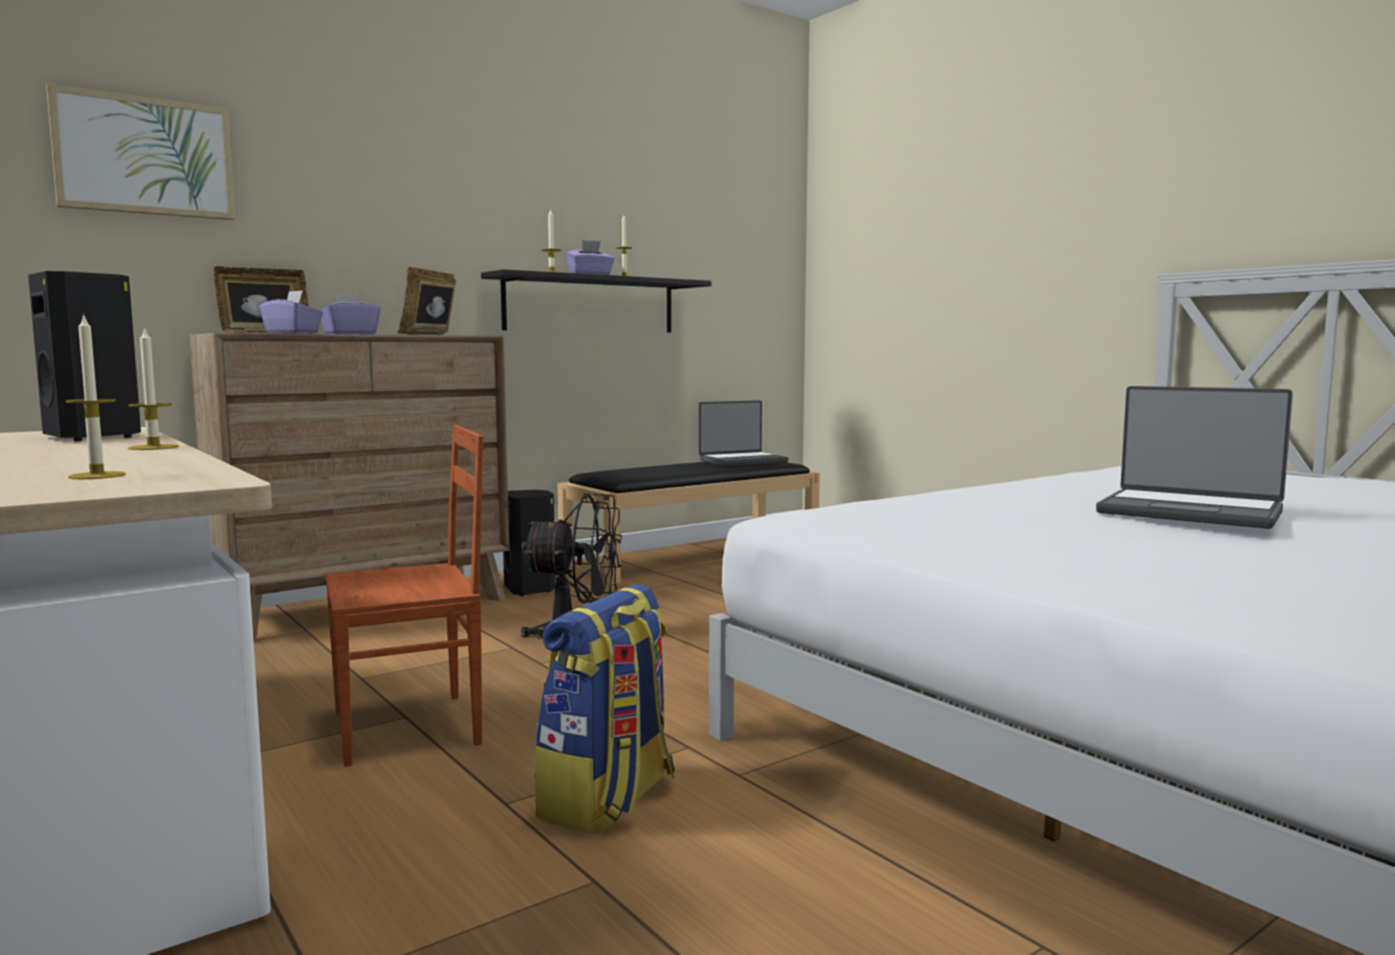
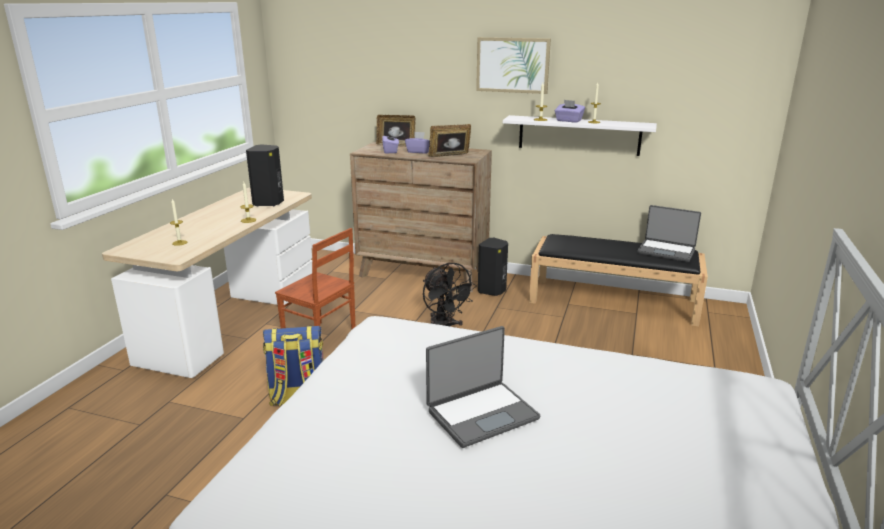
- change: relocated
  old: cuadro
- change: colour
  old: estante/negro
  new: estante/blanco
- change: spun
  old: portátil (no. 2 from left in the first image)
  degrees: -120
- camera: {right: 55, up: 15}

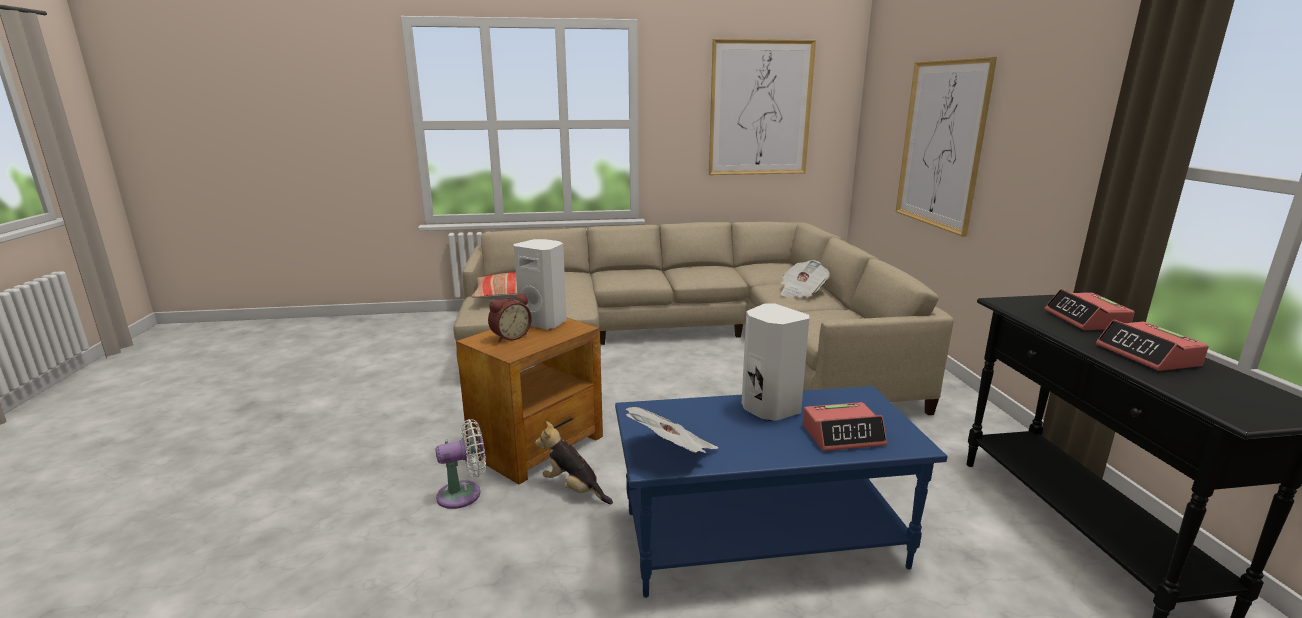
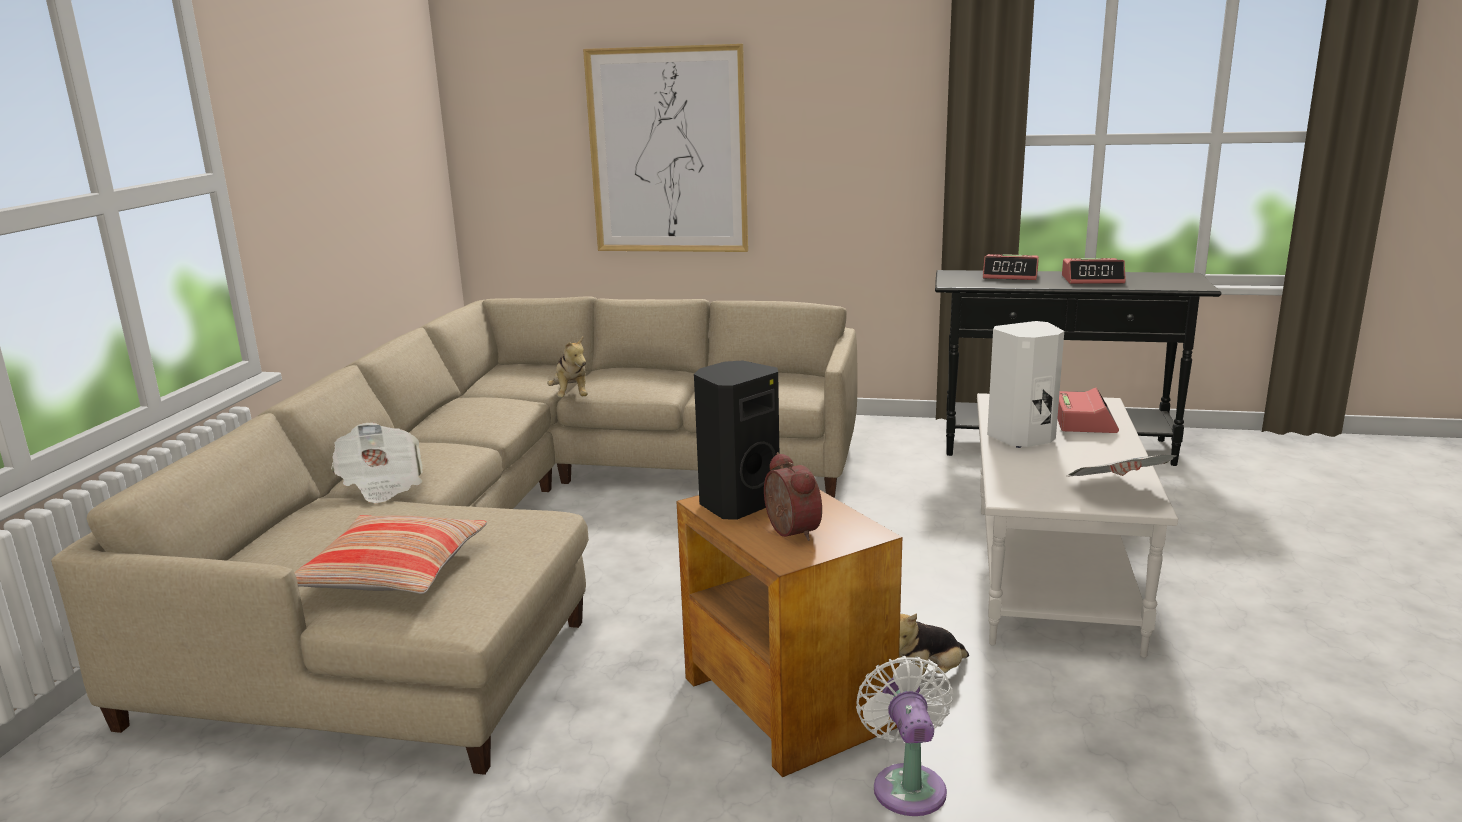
- change: missing
  old: cuadro (no. 1 from left)
- change: colour
  old: altavoz/blanco (no. 1 from left)
  new: altavoz/negro
- change: relocated
  old: periódico (no. 2 from left in the first image)
  new: periódico (no. 1 from left)
- change: colour
  old: mesa de centro/azul
  new: mesa de centro/blanco
- change: appeared
  new: peluche (no. 1 from left)
- camera: {right: -70, up: 0}

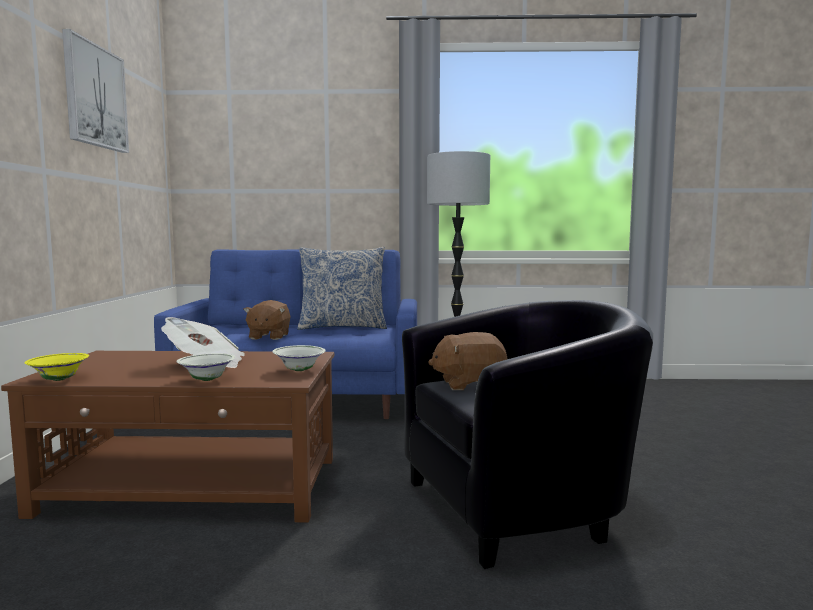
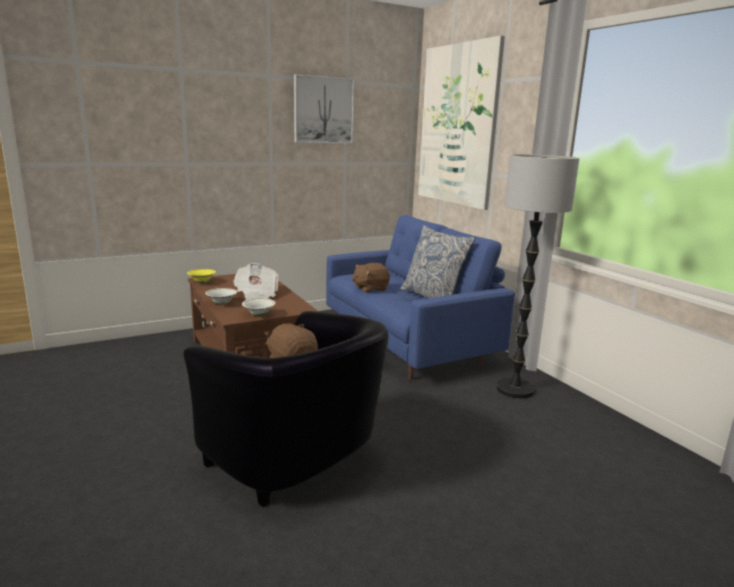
- change: appeared
  new: cuadro (no. 2 from left)
- camera: {right: 60, up: 10}

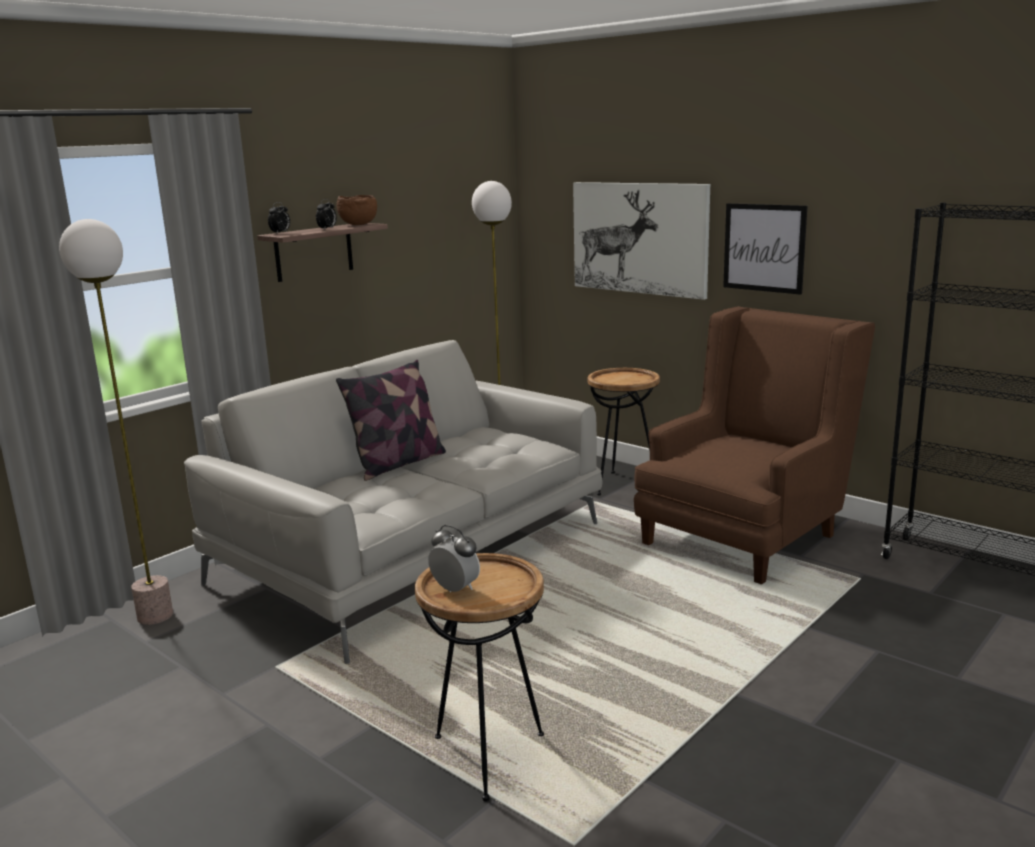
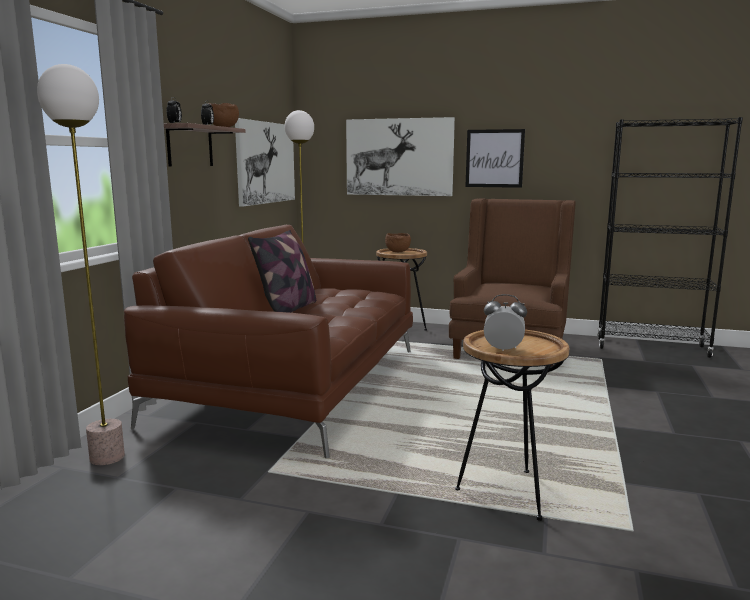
- change: colour
  old: sofá/gris
  new: sofá/marrón
- change: appeared
  new: cuadro (no. 1 from left)
- change: appeared
  new: cuenco/marrón (no. 2 from left)
- camera: {right: -25, up: -5}

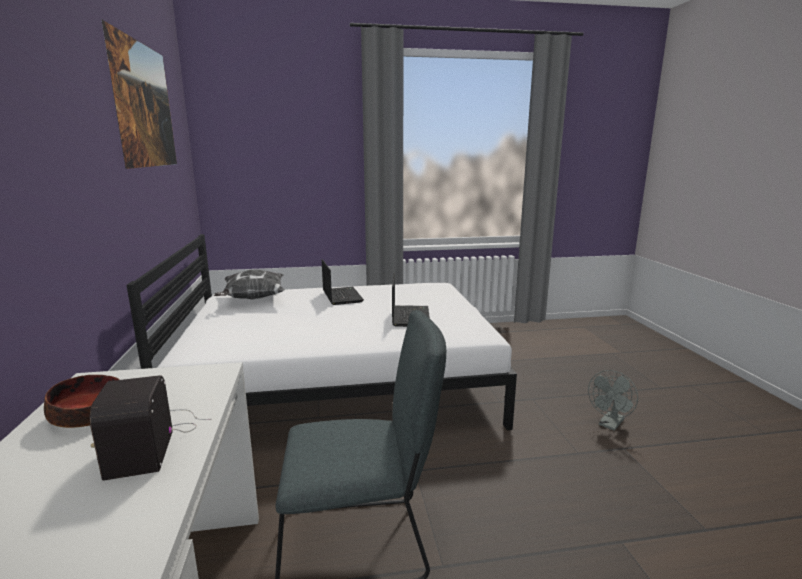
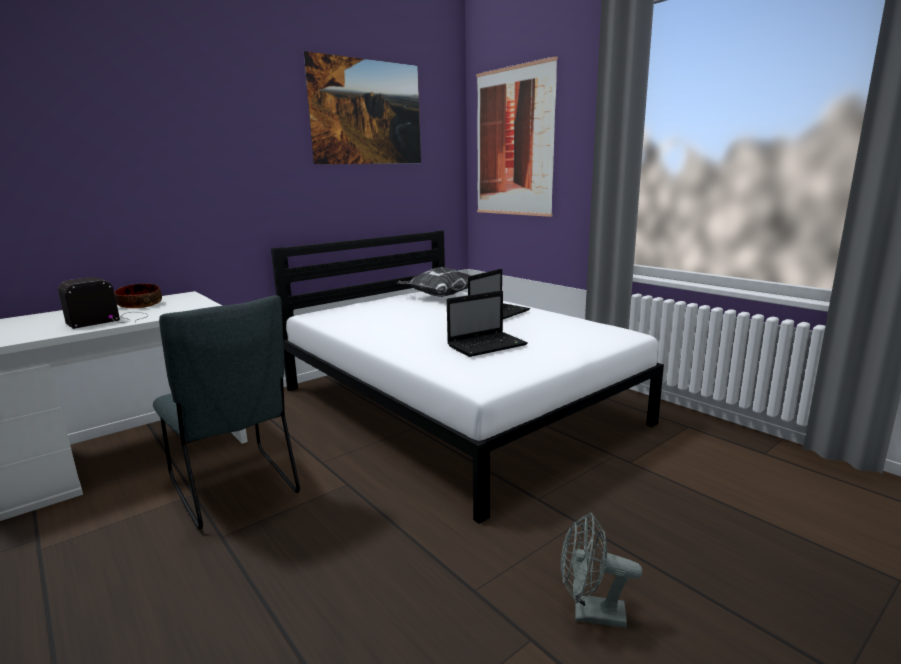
- change: appeared
  new: cuadro (no. 2 from left)
- camera: {right: 60, up: 0}

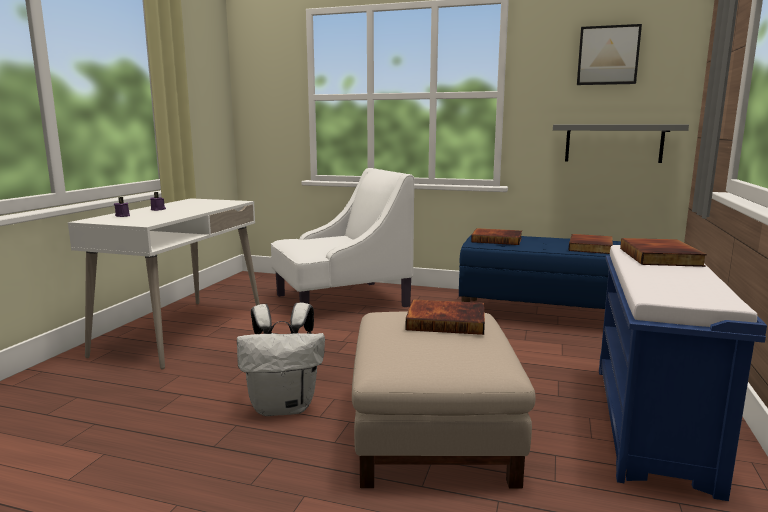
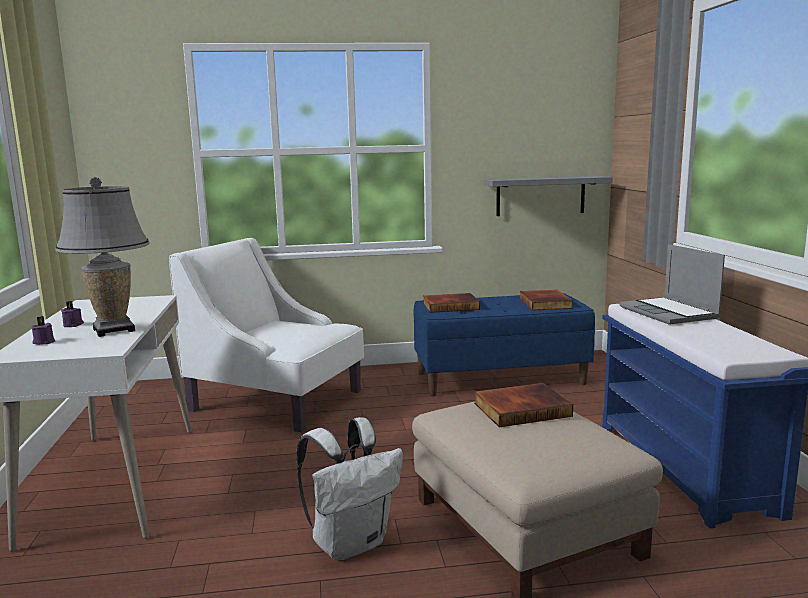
- change: missing
  old: cuadro
- change: spun
  old: sillón/blanco
  degrees: -105
- change: exchanged
  old: libro (no. 4 from left)
  new: portátil
- change: appeared
  new: lámpara de mesa/gris
- camera: {right: -25, up: 0}

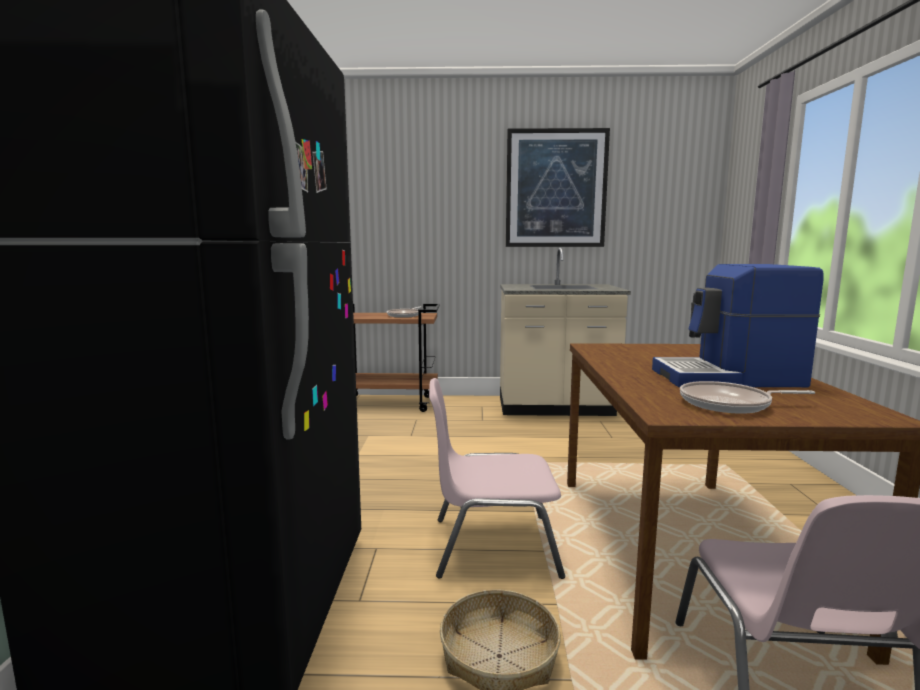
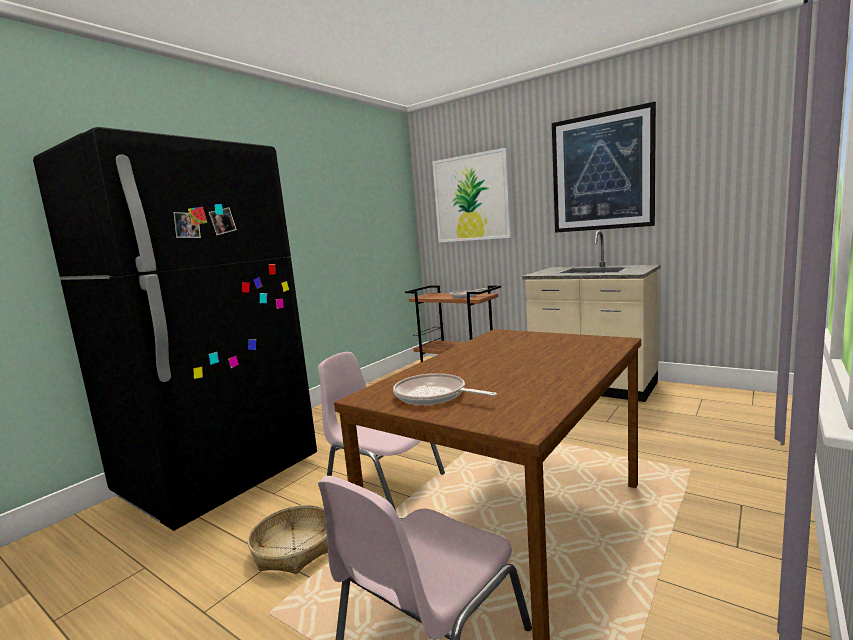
- change: missing
  old: cafetera
- change: appeared
  new: cuadro (no. 1 from left)
- camera: {right: 35, up: 0}

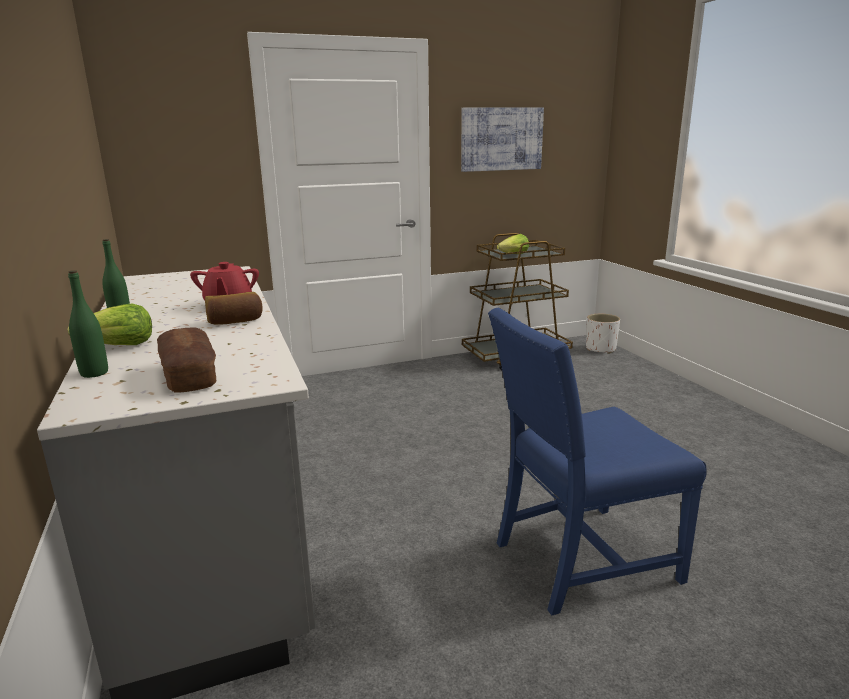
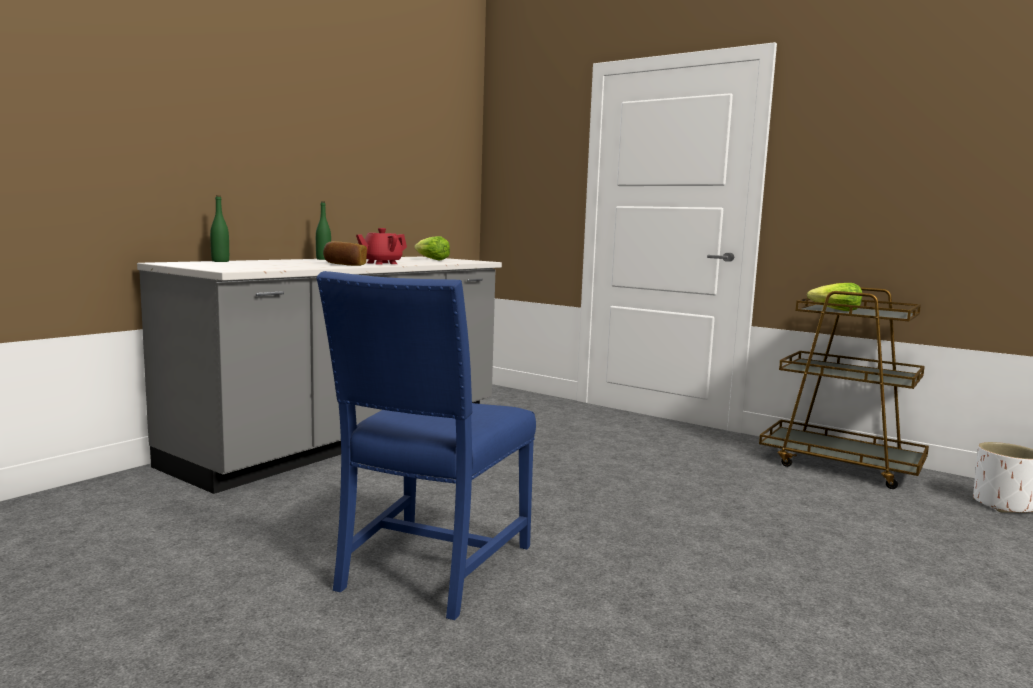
- change: missing
  old: cuadro
- change: relocated
  old: lechuga (no. 1 from left)
- change: spun
  old: silla/azul
  degrees: -105
- change: missing
  old: pan (no. 1 from left)
- camera: {right: 55, up: -10}

